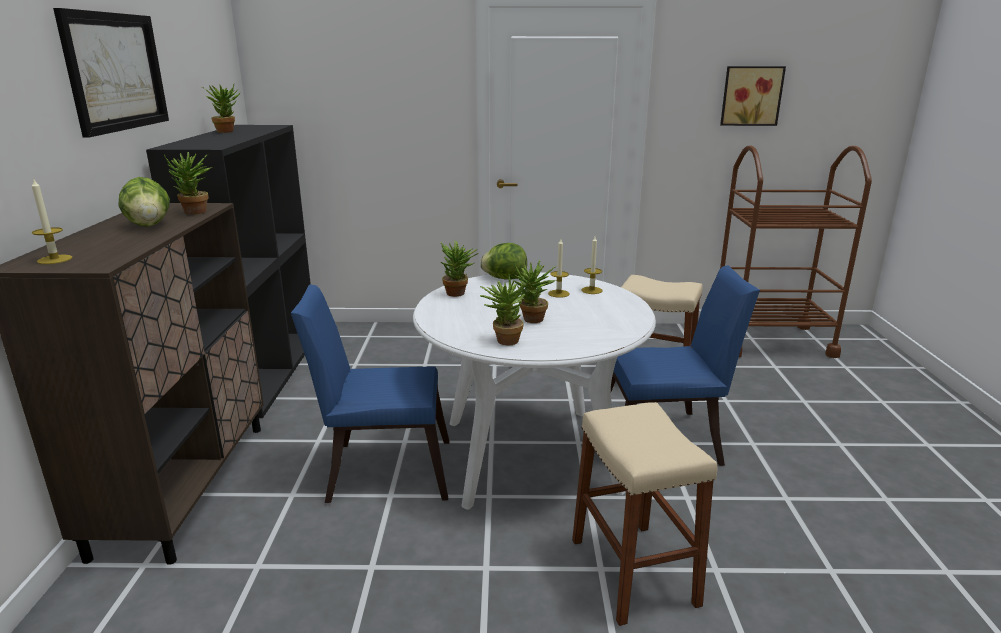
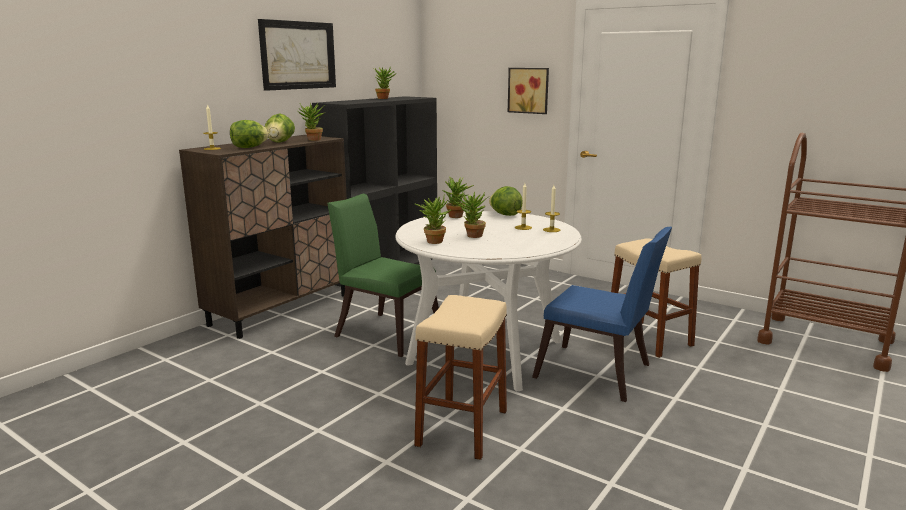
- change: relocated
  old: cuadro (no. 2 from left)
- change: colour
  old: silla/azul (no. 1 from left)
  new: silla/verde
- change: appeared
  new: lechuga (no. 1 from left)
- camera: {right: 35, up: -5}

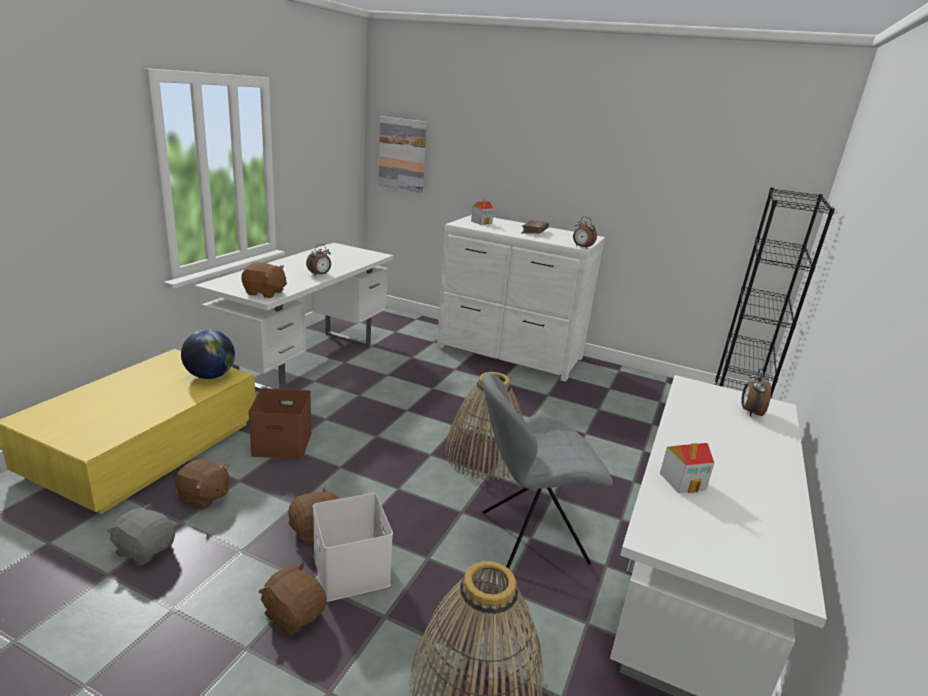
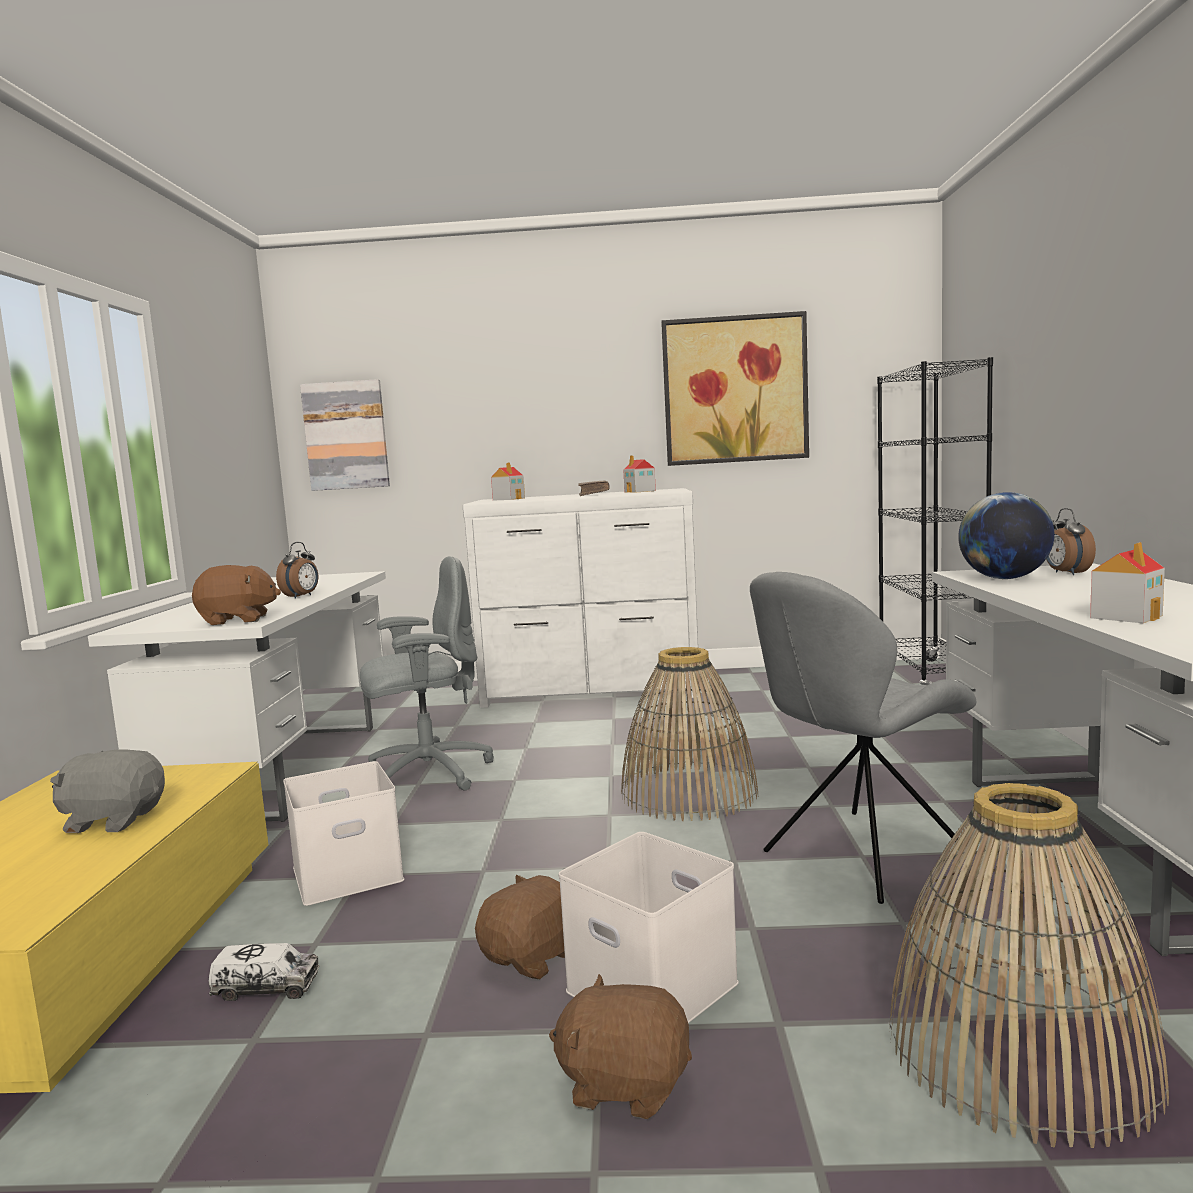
- change: missing
  old: despertador (no. 2 from left)
- change: relocated
  old: globo terráqueo
- change: colour
  old: caja de almacenaje/marrón
  new: caja de almacenaje/blanco (no. 1 from left)
- change: exchanged
  old: peluche/marrón (no. 1 from left)
  new: camión de juguete
- change: relocated
  old: peluche/gris
- change: appeared
  new: cuadro (no. 2 from left)
- change: appeared
  new: casita (no. 2 from left)
- change: appeared
  new: silla de oficina/gris
- camera: {right: -20, up: -15}

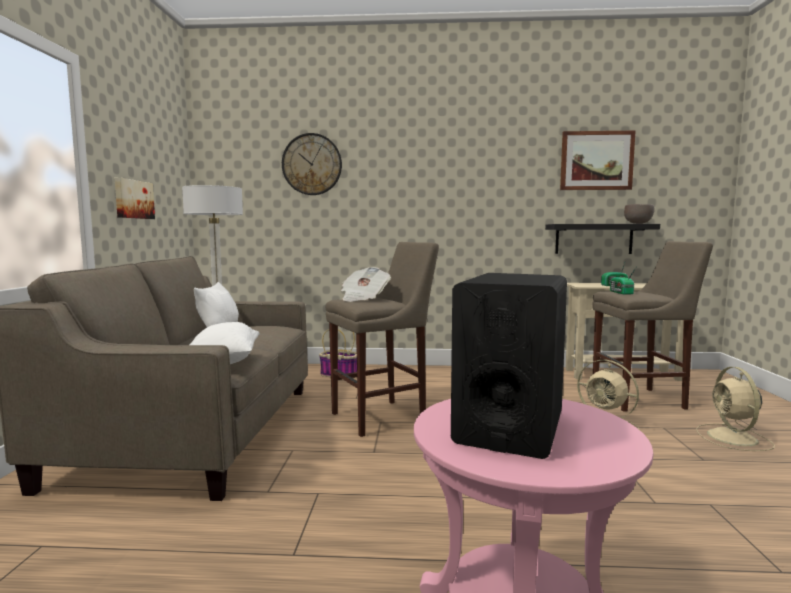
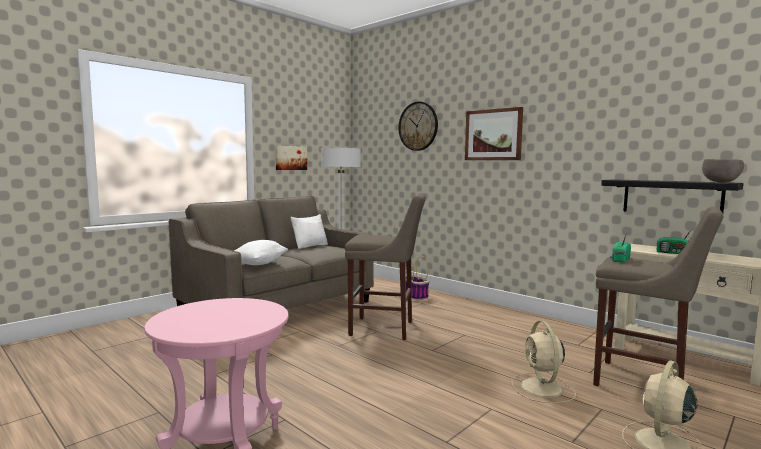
- change: relocated
  old: cuadro (no. 2 from left)
- change: missing
  old: periódico
- change: missing
  old: altavoz/negro
- camera: {right: 40, up: 0}

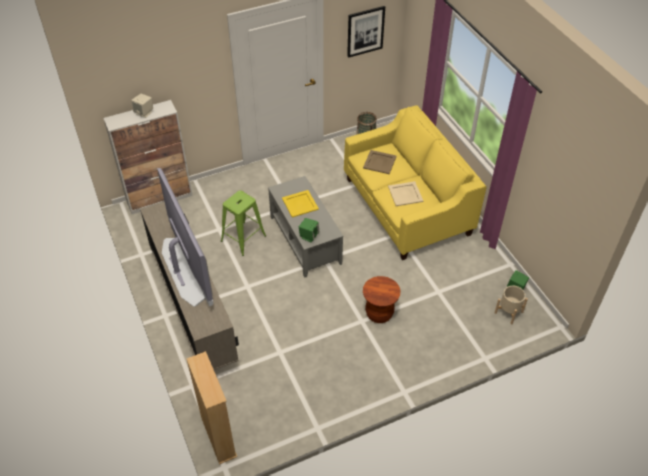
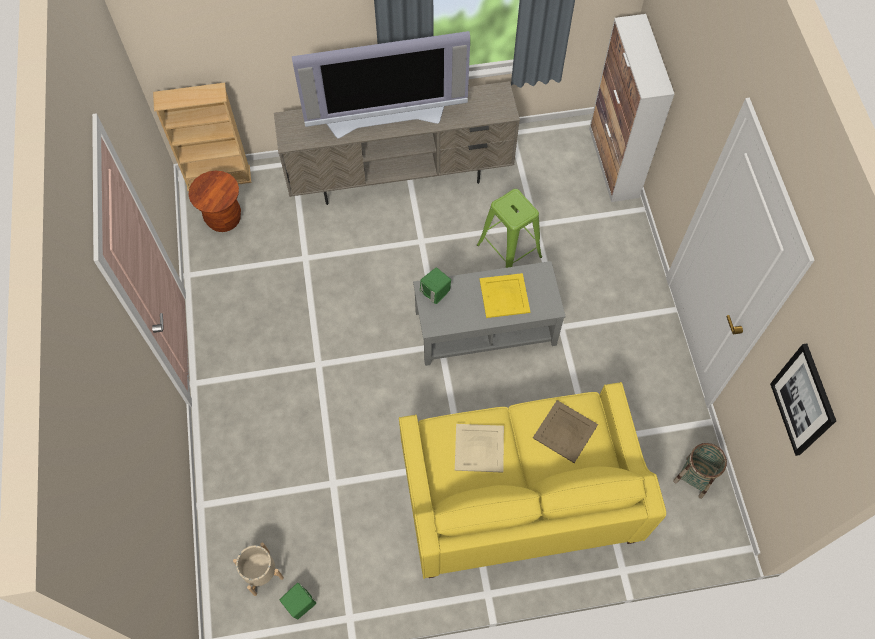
- change: missing
  old: altavoz/beis
- change: relocated
  old: taburete/marrón
- camera: {right: 105, up: 15}

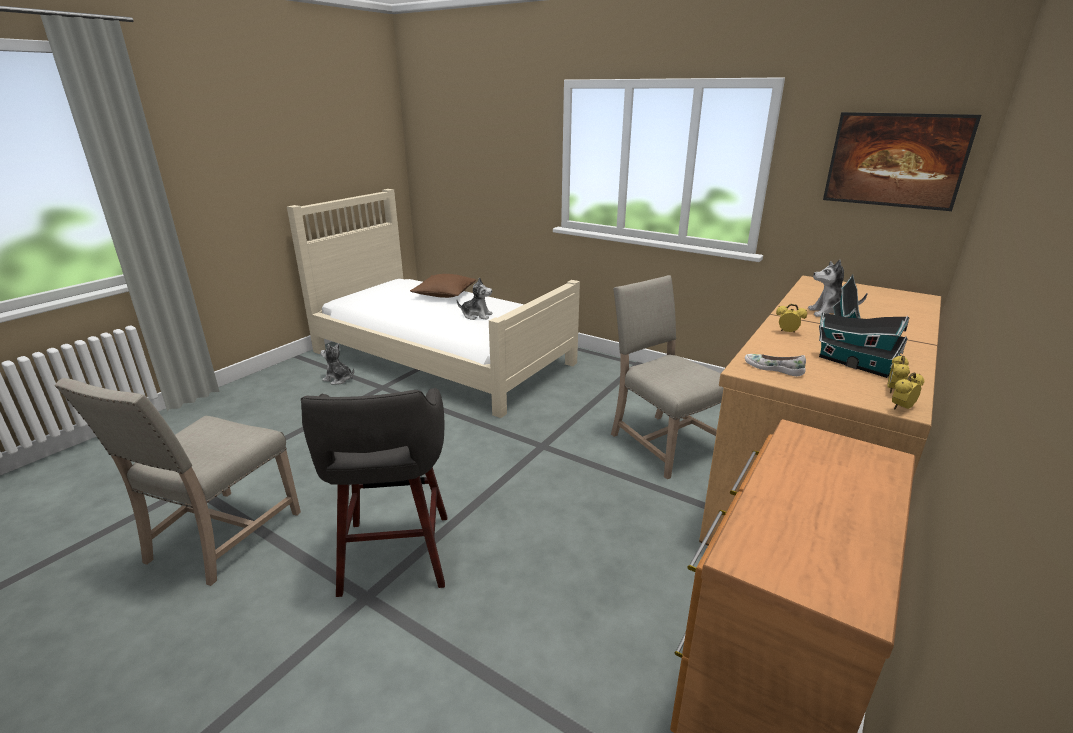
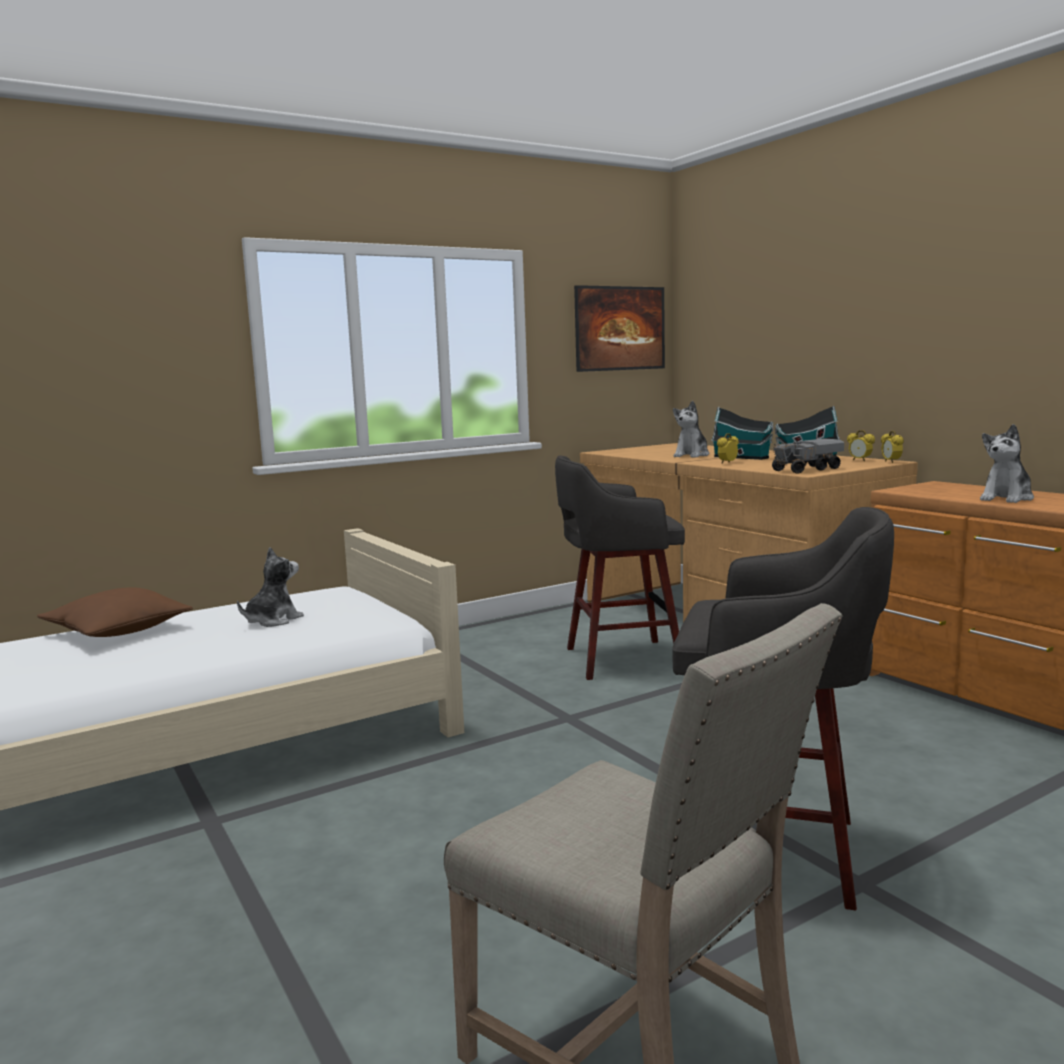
- change: exchanged
  old: silla/beis (no. 2 from left)
  new: taburete/gris (no. 1 from left)
- change: relocated
  old: peluche (no. 1 from left in the first image)
  new: peluche (no. 3 from left)
- change: exchanged
  old: zapato/blanco
  new: camión de juguete
- camera: {right: -65, up: -15}

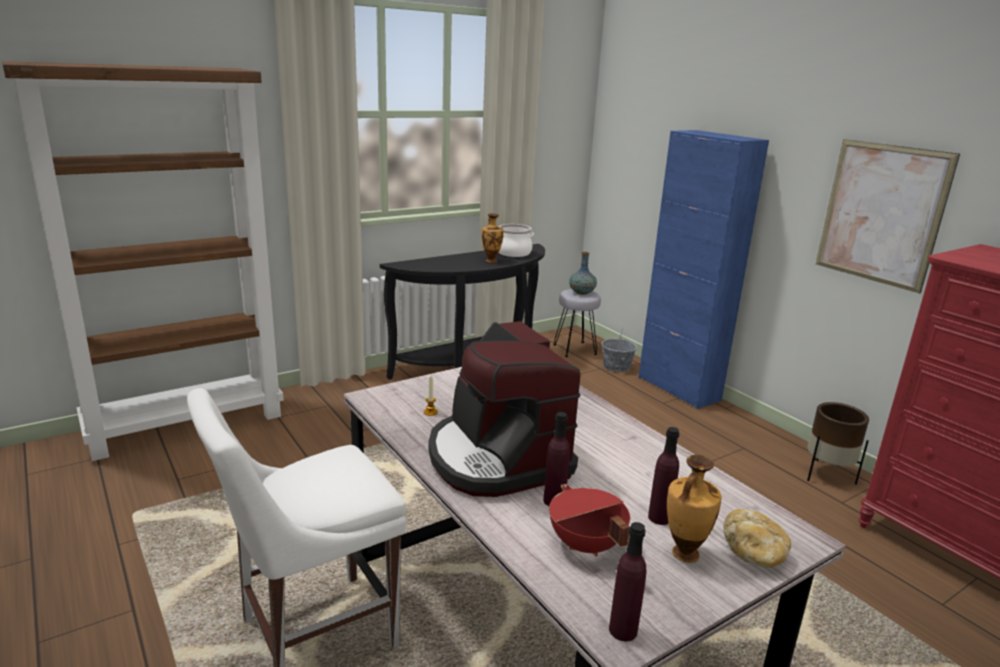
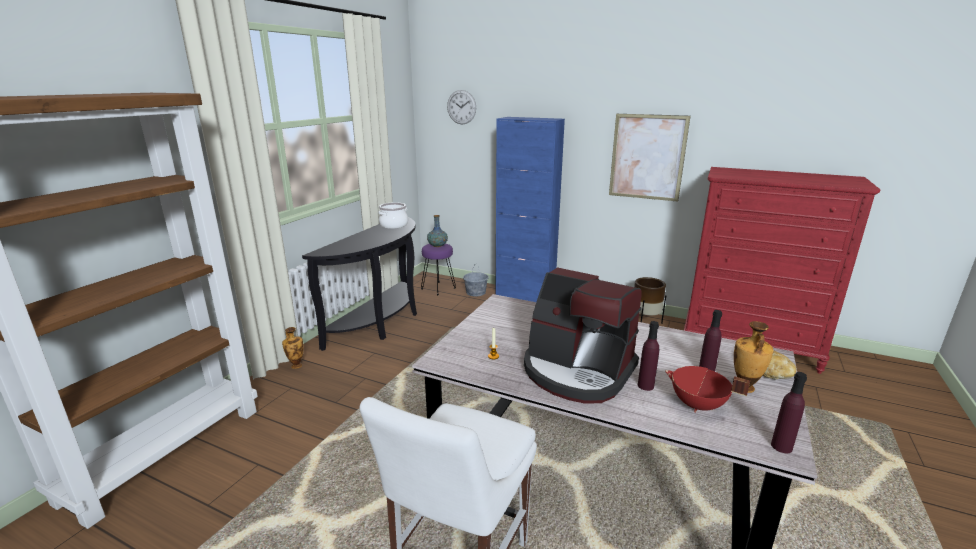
- change: relocated
  old: florero (no. 1 from left)
- change: colour
  old: taburete/gris
  new: taburete/morado
- change: appeared
  new: reloj de pared
- camera: {right: -30, up: 0}

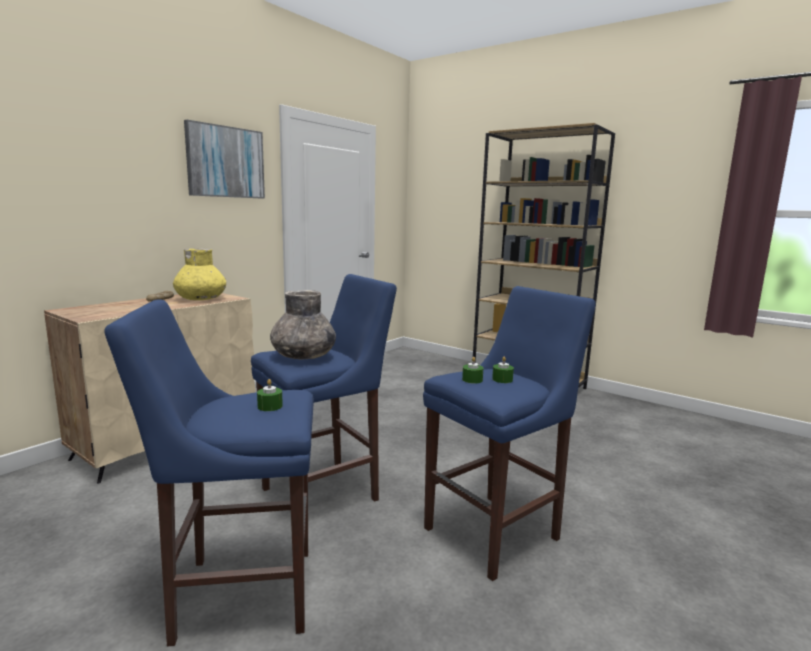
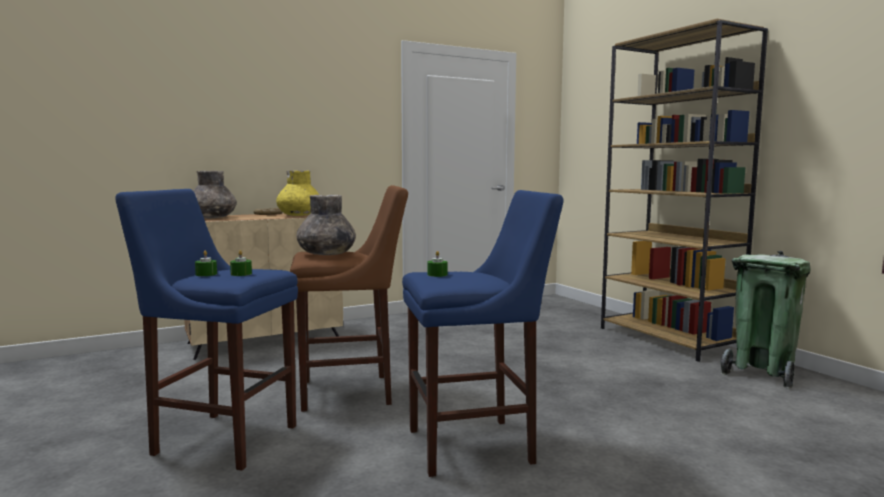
- change: missing
  old: cuadro
- change: colour
  old: taburete/azul (no. 2 from left)
  new: taburete/marrón
- change: relocated
  old: vela/verde (no. 3 from left in the first image)
  new: vela/verde (no. 1 from left)
- change: appeared
  new: florero/gris (no. 1 from left)
- change: appeared
  new: papelera/verde
- camera: {right: 25, up: -5}

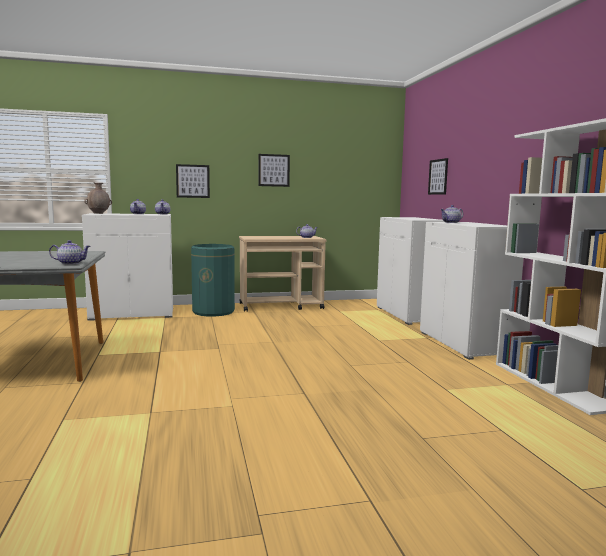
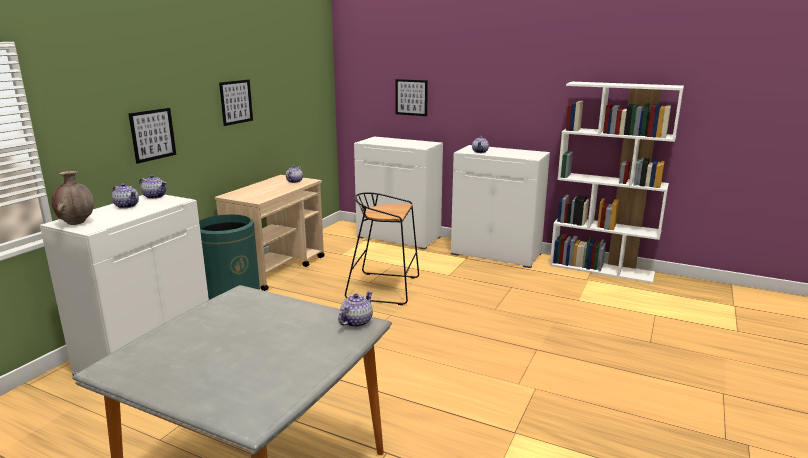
- change: appeared
  new: taburete/negro
- camera: {right: -50, up: 10}

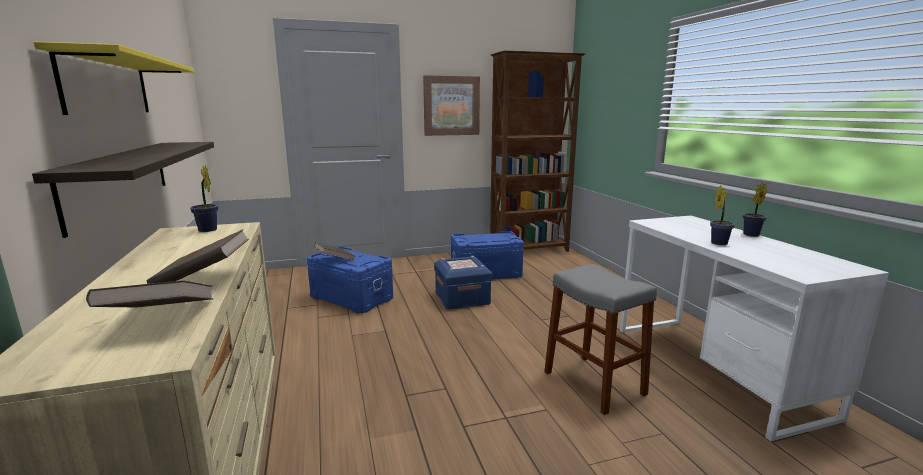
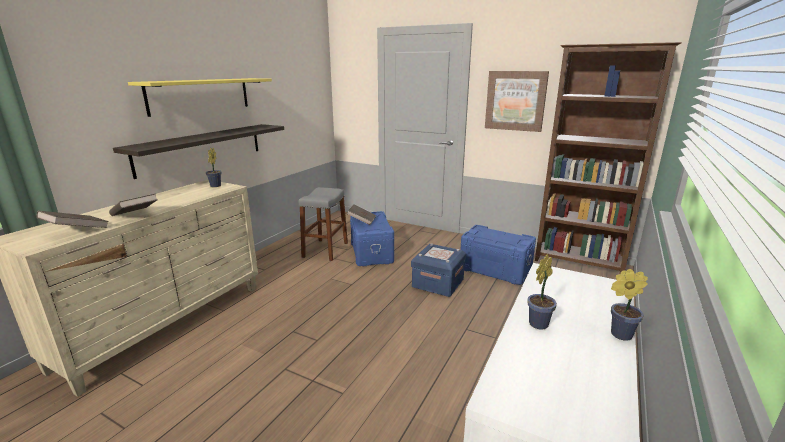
- change: relocated
  old: taburete/gris
- camera: {right: 45, up: 5}

